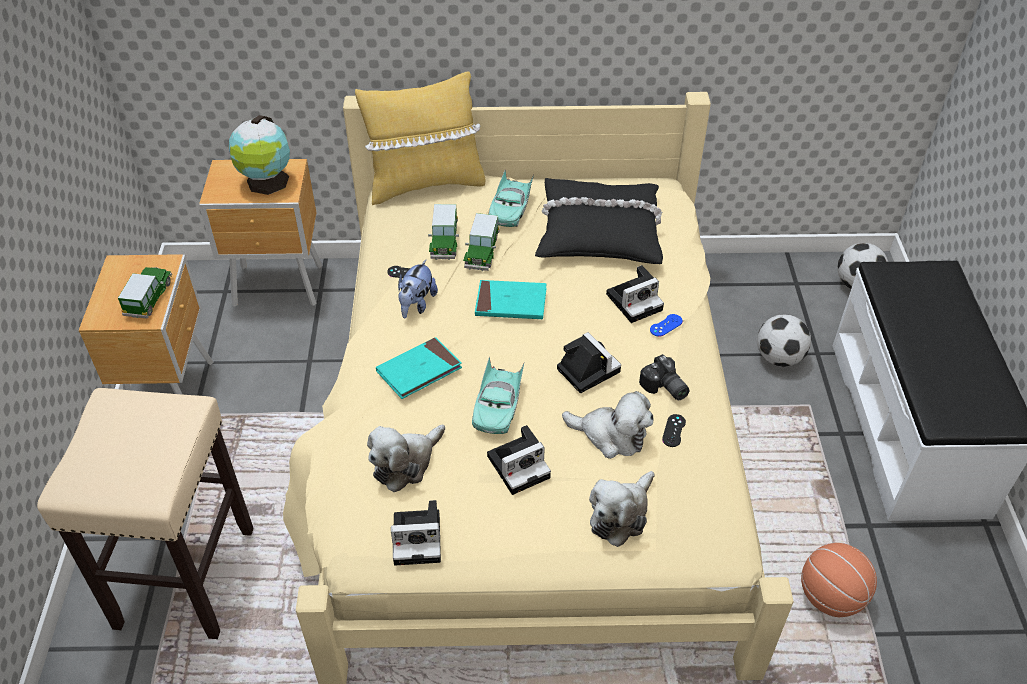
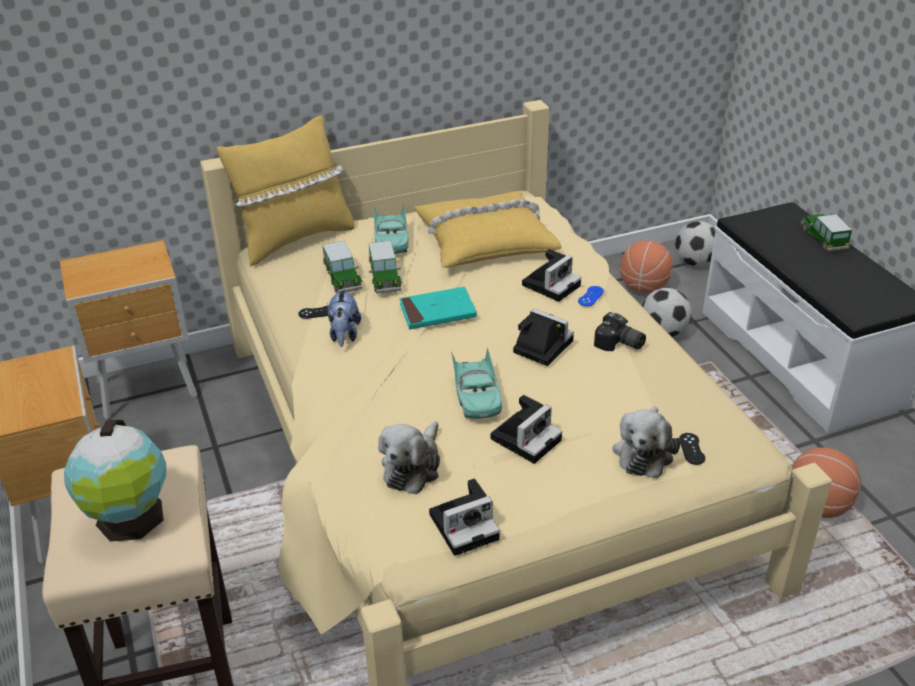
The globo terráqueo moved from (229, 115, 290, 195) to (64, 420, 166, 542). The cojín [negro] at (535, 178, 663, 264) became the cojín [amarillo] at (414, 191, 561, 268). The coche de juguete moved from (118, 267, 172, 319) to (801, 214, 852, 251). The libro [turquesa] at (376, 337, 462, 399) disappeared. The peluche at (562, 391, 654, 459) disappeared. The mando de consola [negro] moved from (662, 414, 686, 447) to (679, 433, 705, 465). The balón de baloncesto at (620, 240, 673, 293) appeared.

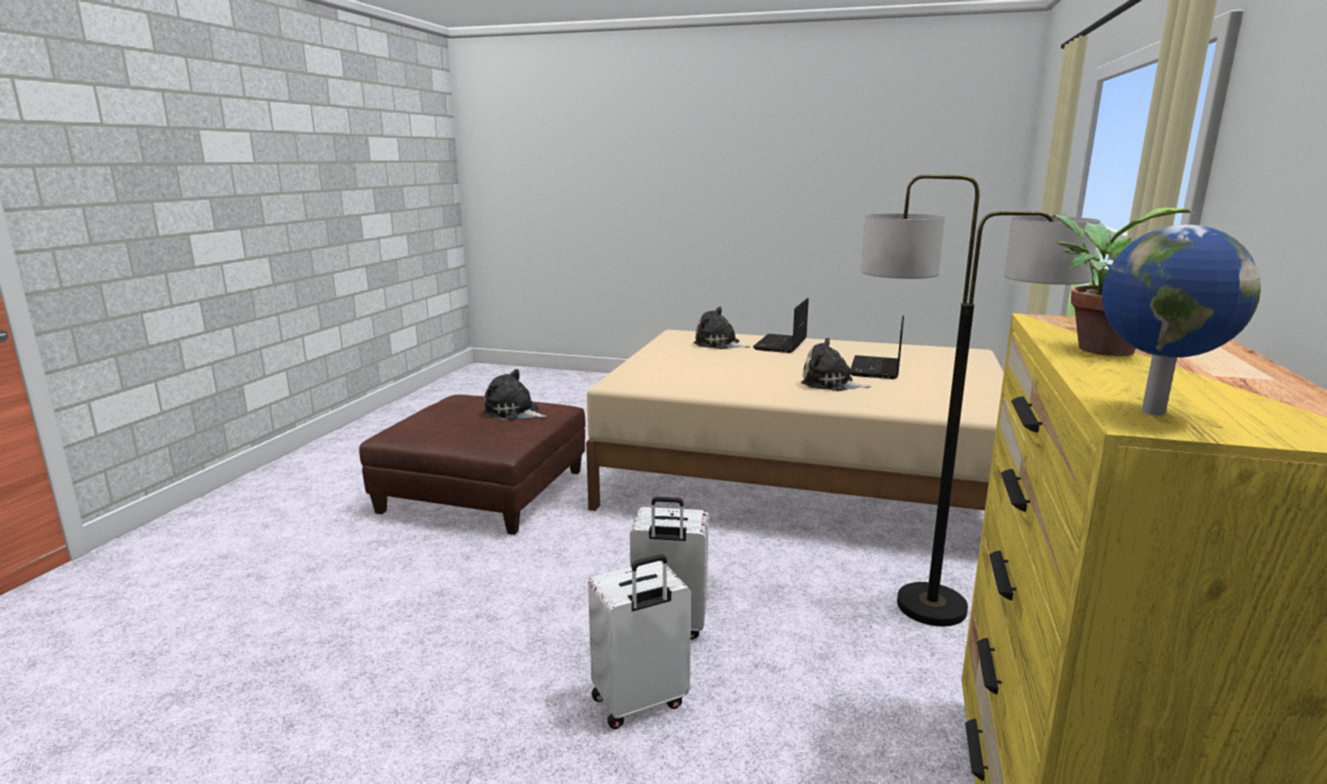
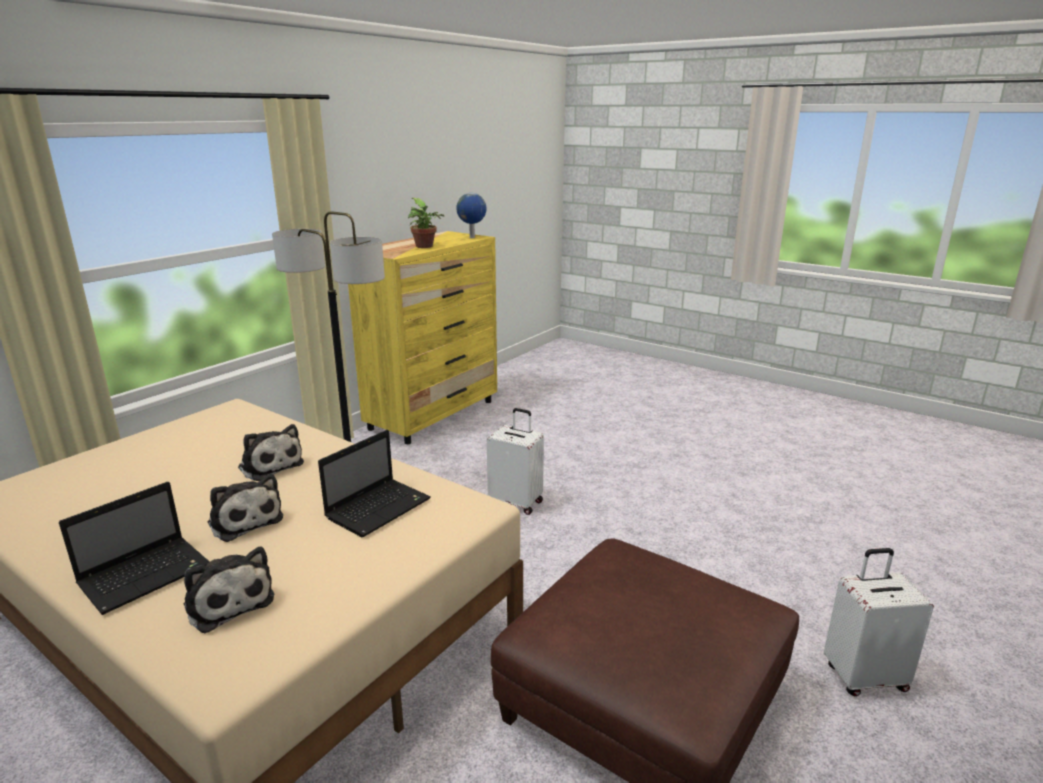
The portátil moved from (850, 315, 904, 379) to (318, 430, 431, 537). The peluche moved from (483, 369, 546, 420) to (208, 474, 283, 542). The maleta [blanco] moved from (588, 554, 691, 729) to (824, 548, 934, 696).

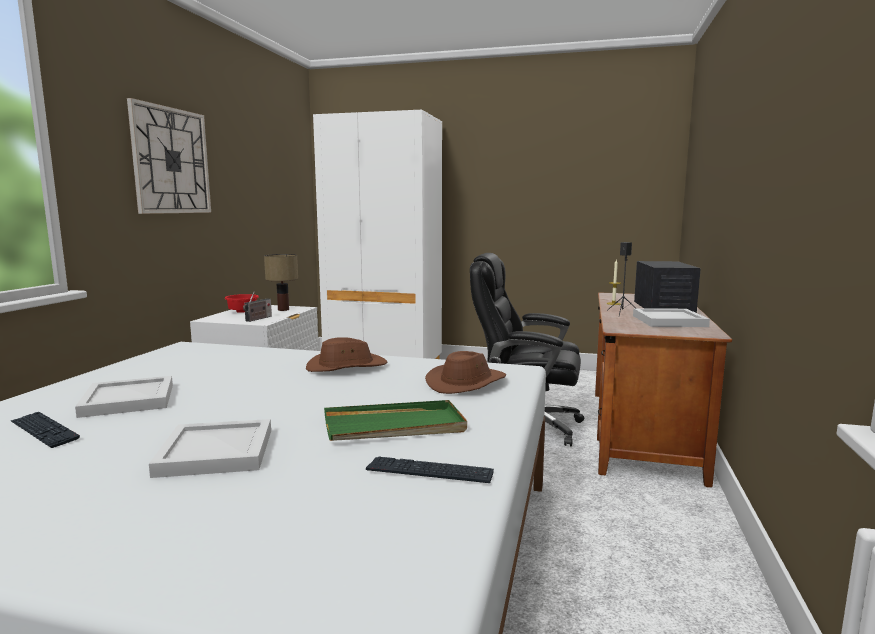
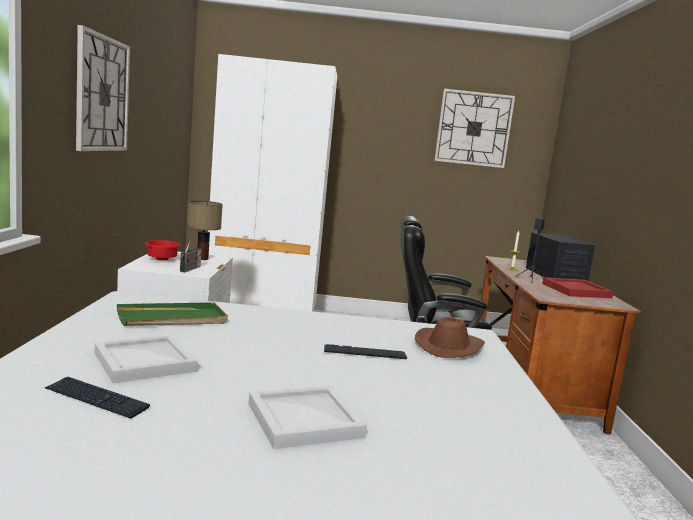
The bandeja [blanco] at (633, 308, 710, 327) became the bandeja [rojo] at (542, 277, 614, 298). The sombrero [marrón] at (306, 337, 387, 372) disappeared. The bandeja [verde] moved from (324, 400, 467, 441) to (117, 302, 228, 326). The teclado moved from (366, 456, 494, 483) to (324, 344, 407, 359). The reloj de pared at (434, 89, 515, 168) appeared.

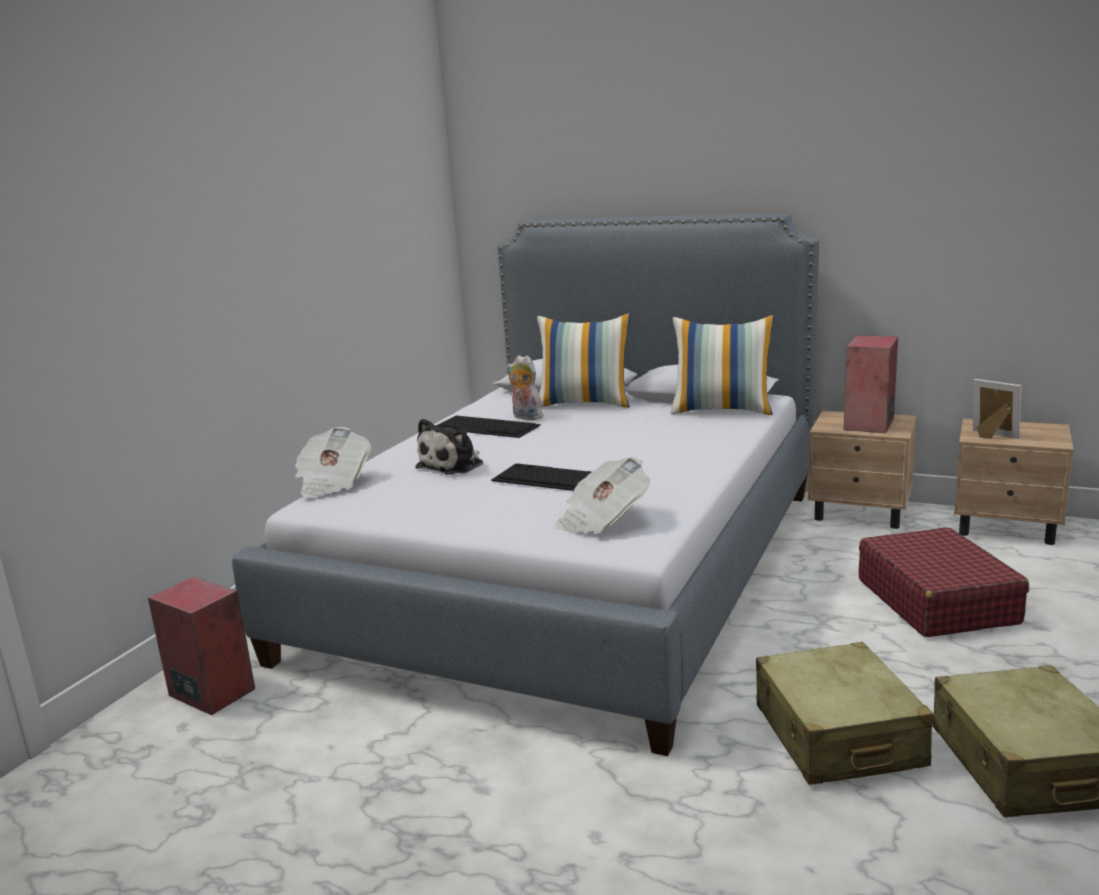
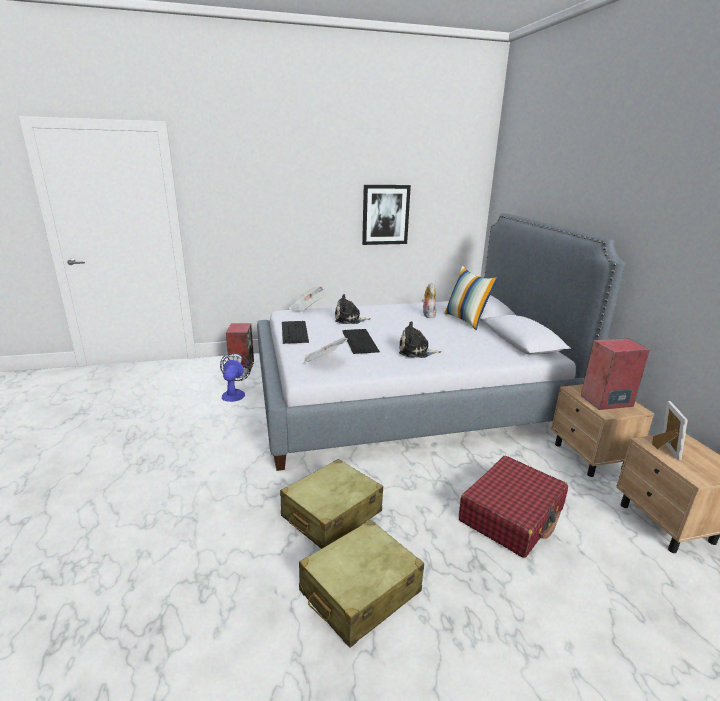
The cojín at (671, 315, 775, 415) disappeared. The teclado moved from (437, 415, 541, 438) to (282, 321, 309, 344). The cuadro at (362, 185, 411, 245) appeared. The peluche at (399, 321, 441, 358) appeared. The ventilador at (220, 353, 251, 402) appeared.

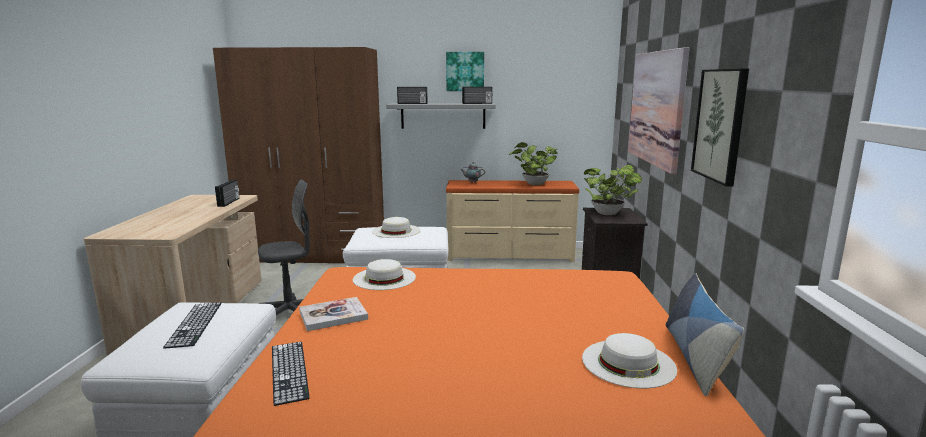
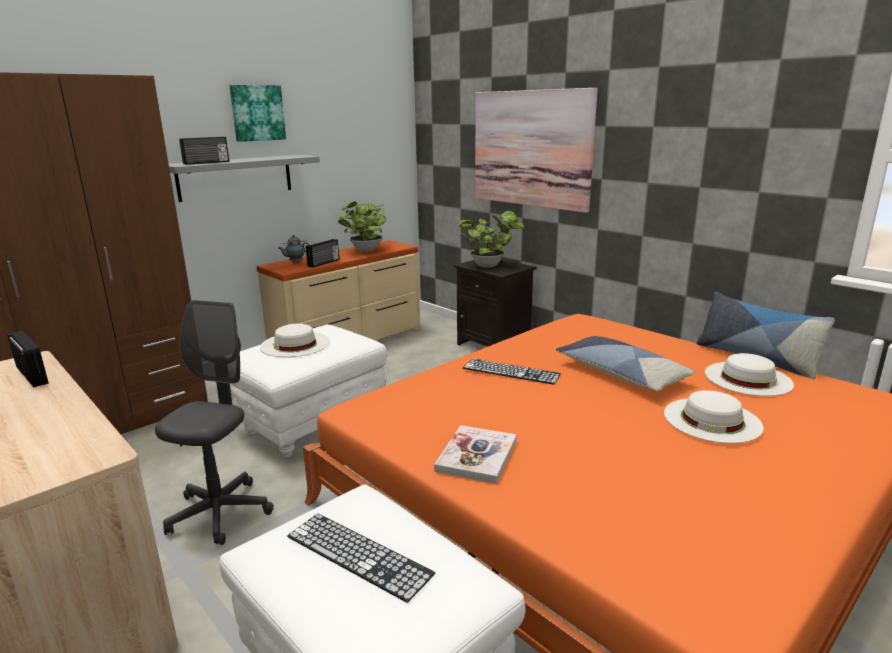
The cuadro at (691, 69, 749, 187) disappeared. The radio moved from (462, 87, 492, 104) to (306, 239, 339, 268). The sombrero [blanco] moved from (353, 259, 416, 290) to (664, 390, 764, 443). The teclado moved from (272, 342, 309, 406) to (463, 359, 561, 385). The cojín at (556, 336, 696, 391) appeared.

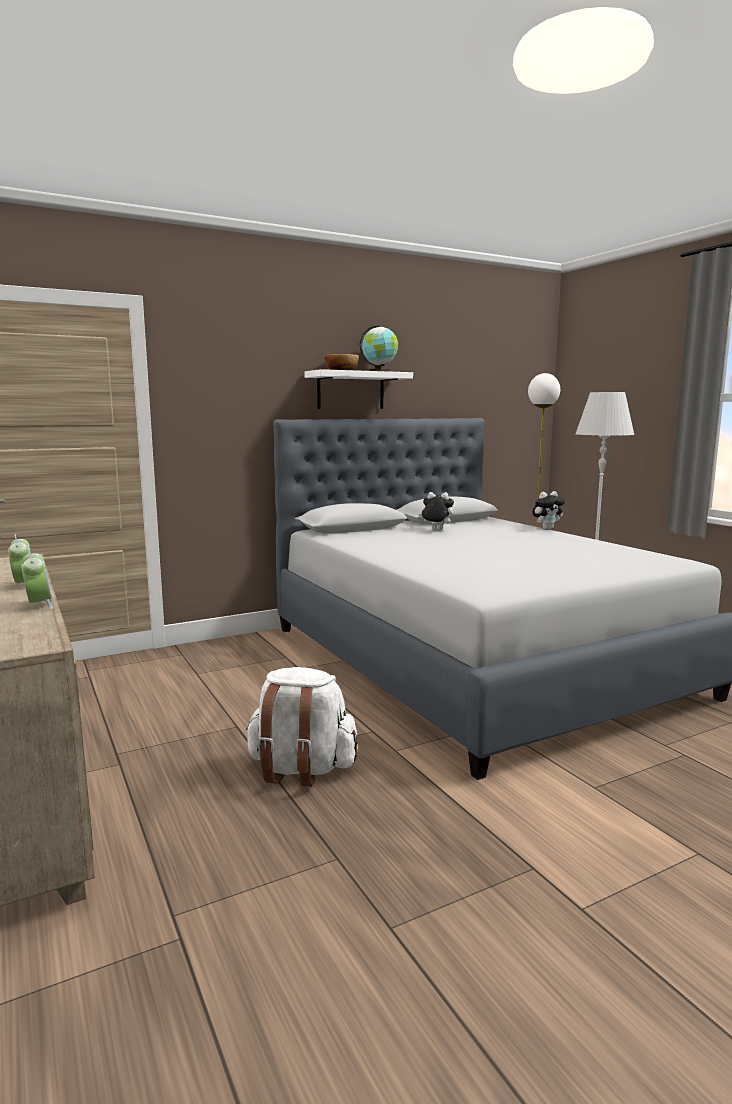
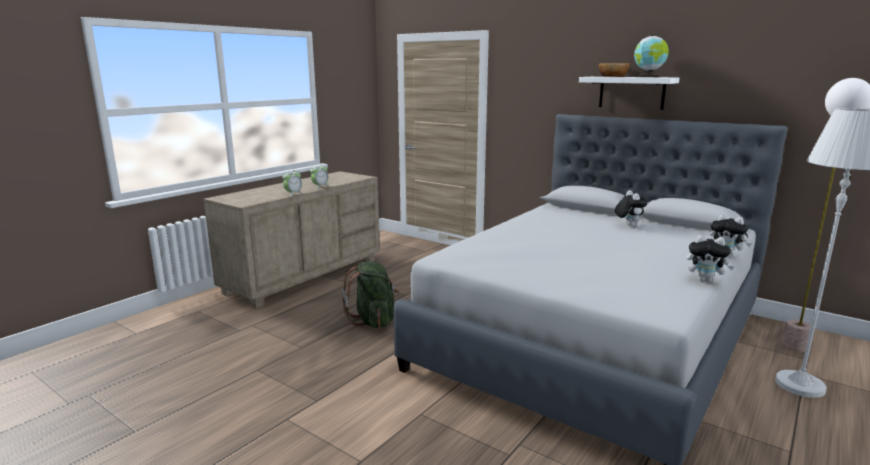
The mochila [blanco] at (246, 667, 358, 787) became the mochila [verde] at (342, 261, 399, 328). The peluche at (687, 235, 735, 282) appeared.

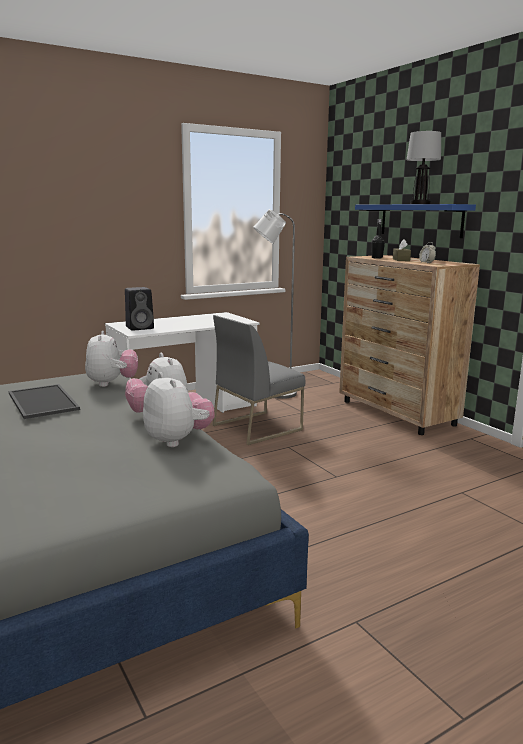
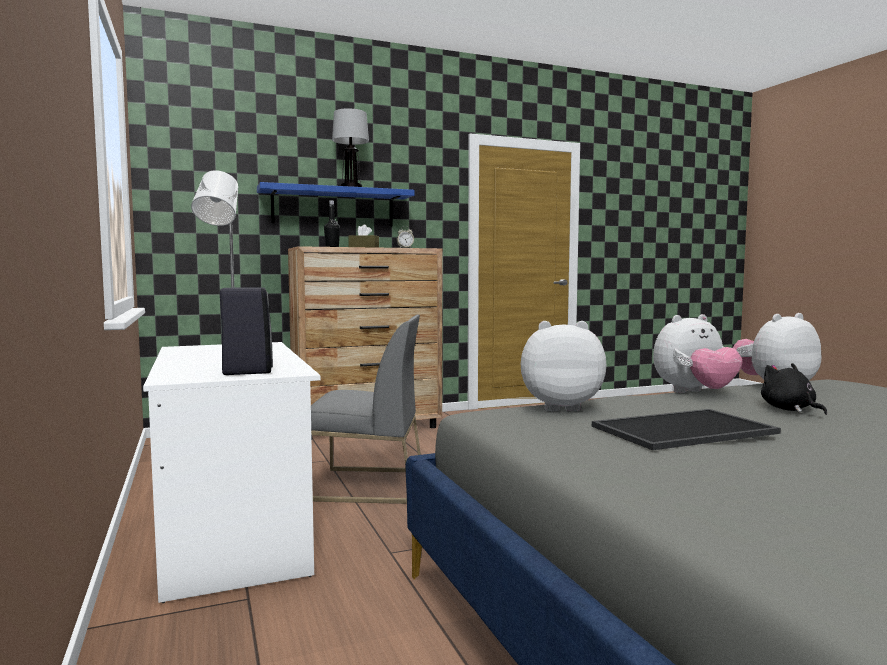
The silla [gris] at (213, 315, 305, 445) turned 60 degrees counterclockwise. The peluche [negro] at (761, 363, 827, 415) appeared.

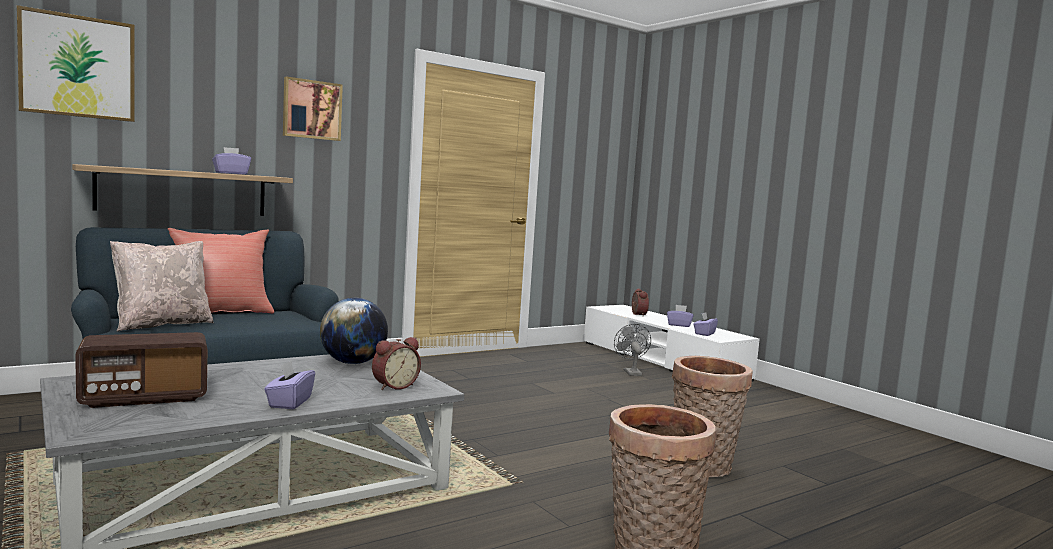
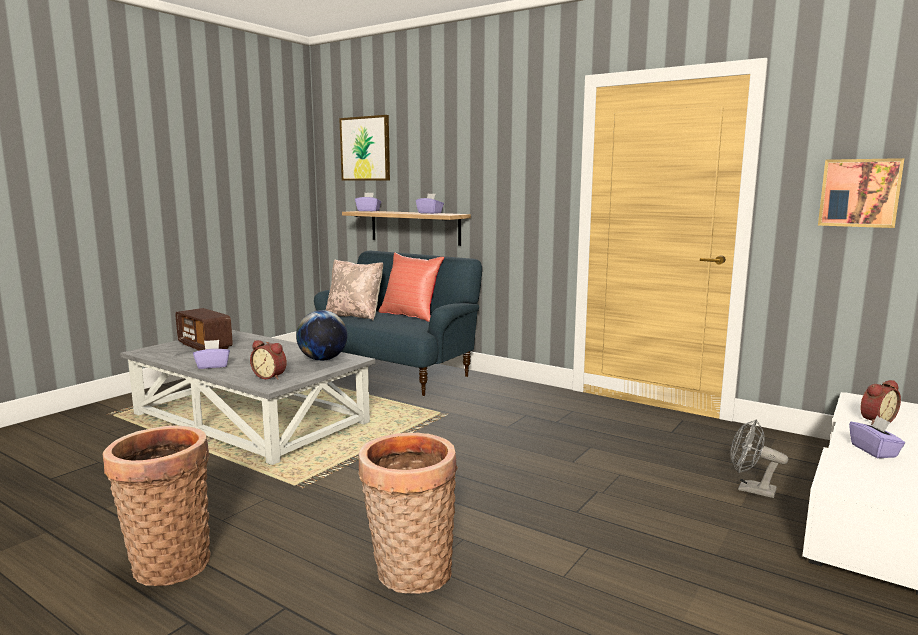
The cuadro moved from (283, 76, 343, 141) to (818, 158, 904, 228). The caja de pañuelos [morado] moved from (694, 312, 718, 336) to (355, 193, 381, 211). The ventilador [gris] at (614, 324, 651, 376) turned 120 degrees counterclockwise.

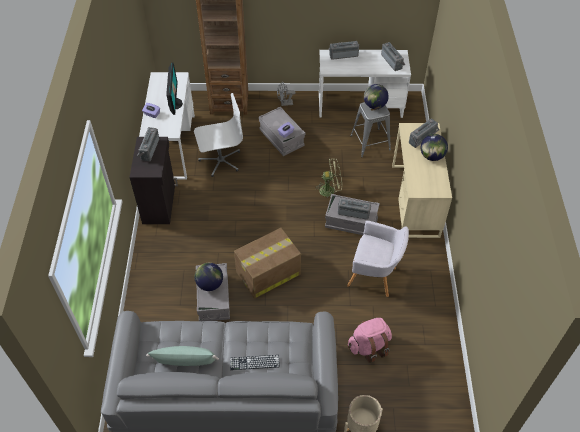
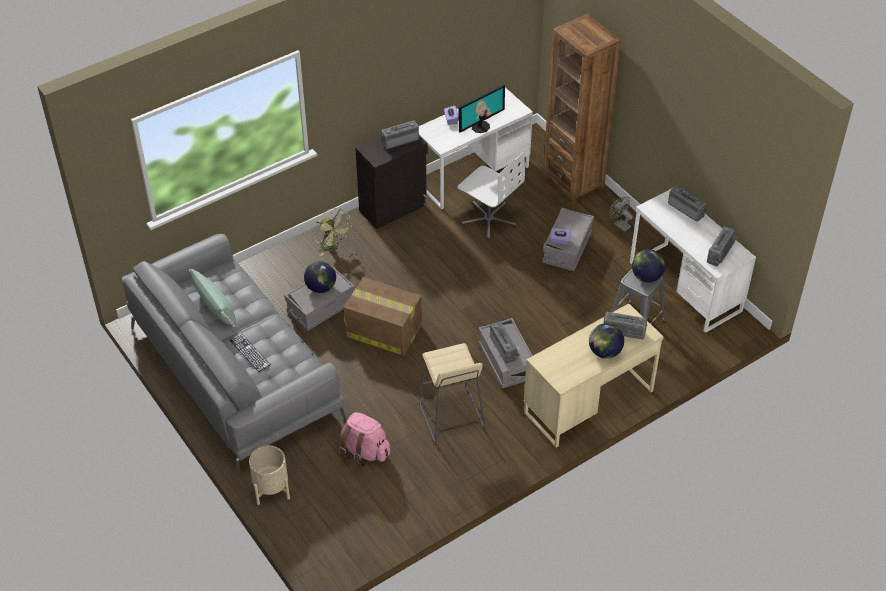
The ventilador [verde] moved from (314, 158, 342, 198) to (314, 208, 350, 256). The sillón [gris] at (347, 220, 409, 297) was replaced by the taburete [beis] at (419, 343, 486, 443).

